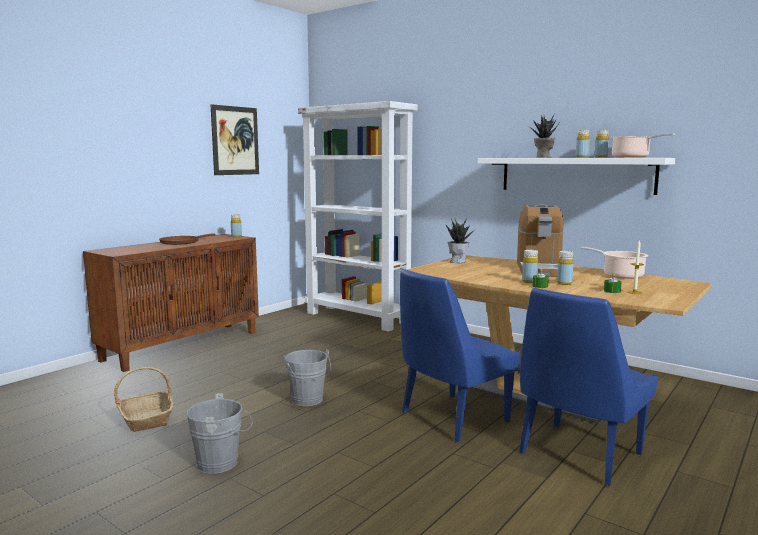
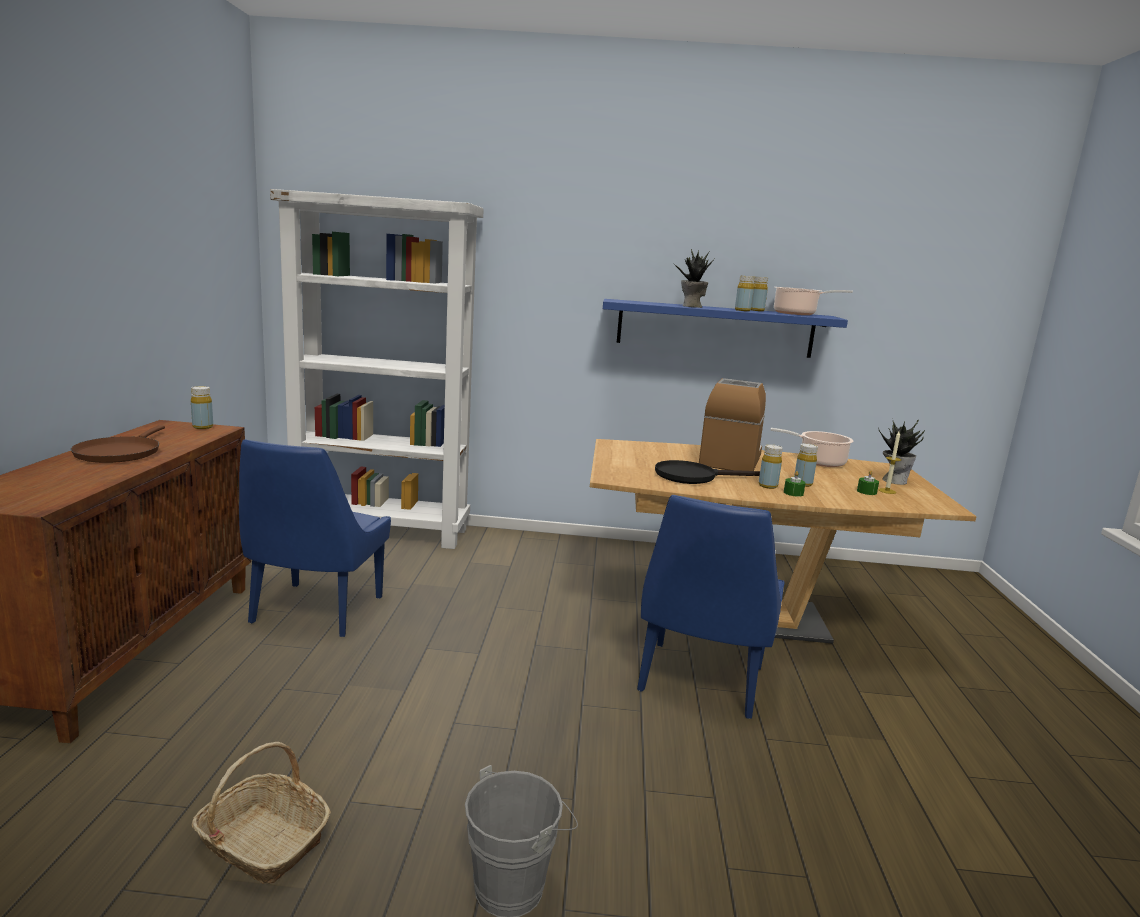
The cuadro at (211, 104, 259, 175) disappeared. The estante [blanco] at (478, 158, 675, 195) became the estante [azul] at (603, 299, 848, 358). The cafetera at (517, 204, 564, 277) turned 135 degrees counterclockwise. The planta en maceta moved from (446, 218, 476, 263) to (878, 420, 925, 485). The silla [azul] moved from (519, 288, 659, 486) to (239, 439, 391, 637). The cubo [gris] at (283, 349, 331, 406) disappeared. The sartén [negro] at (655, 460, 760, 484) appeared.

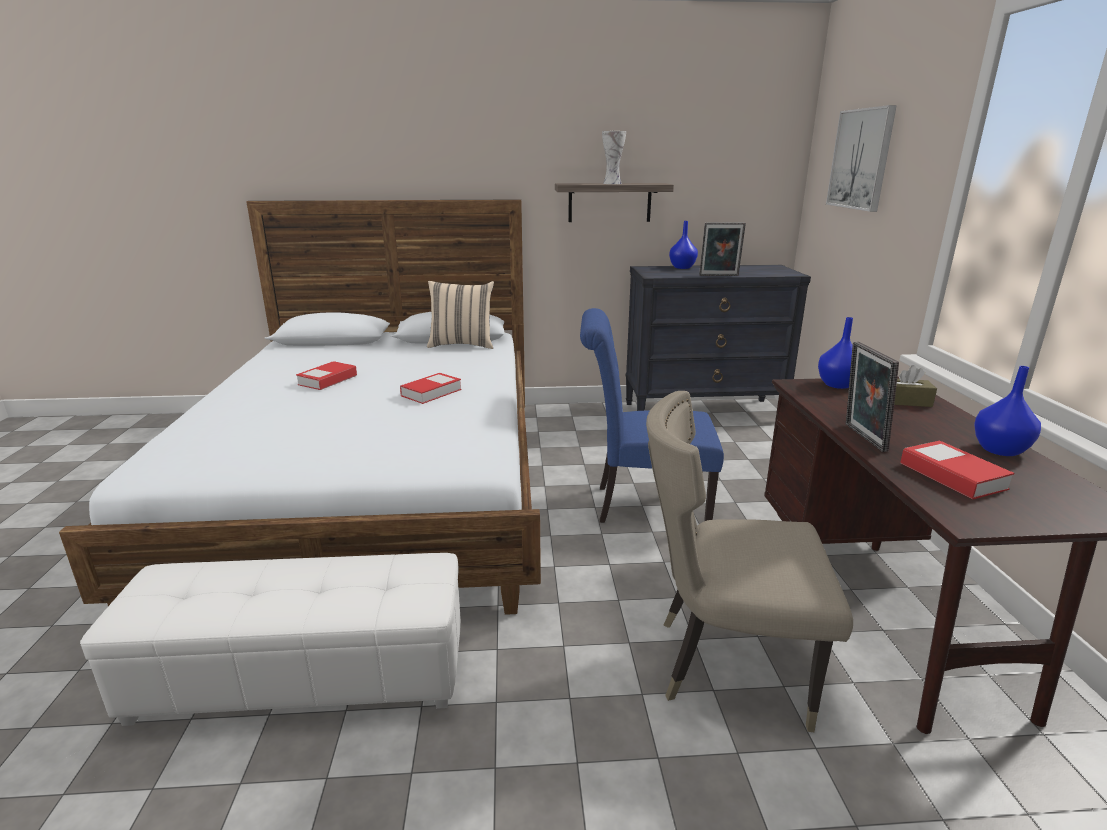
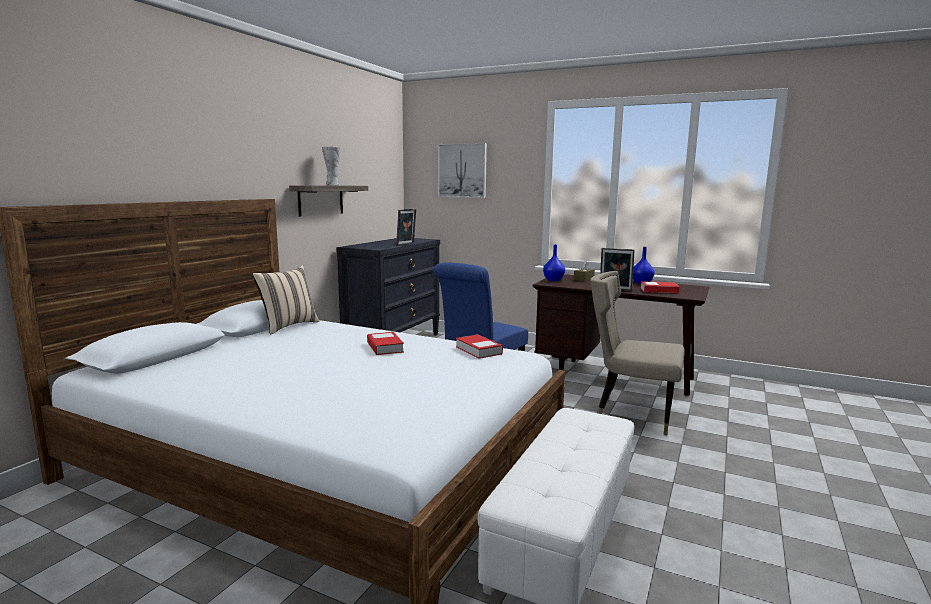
The florero [azul] at (669, 221, 698, 269) disappeared. The libro moved from (296, 361, 357, 390) to (456, 334, 503, 359). The silla [beis] at (646, 391, 853, 732) turned 75 degrees clockwise.

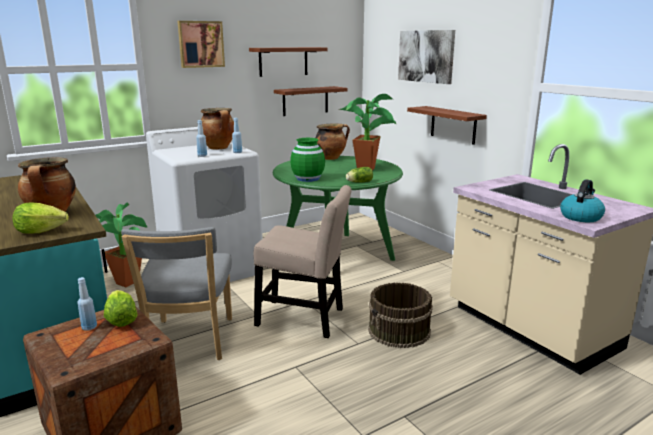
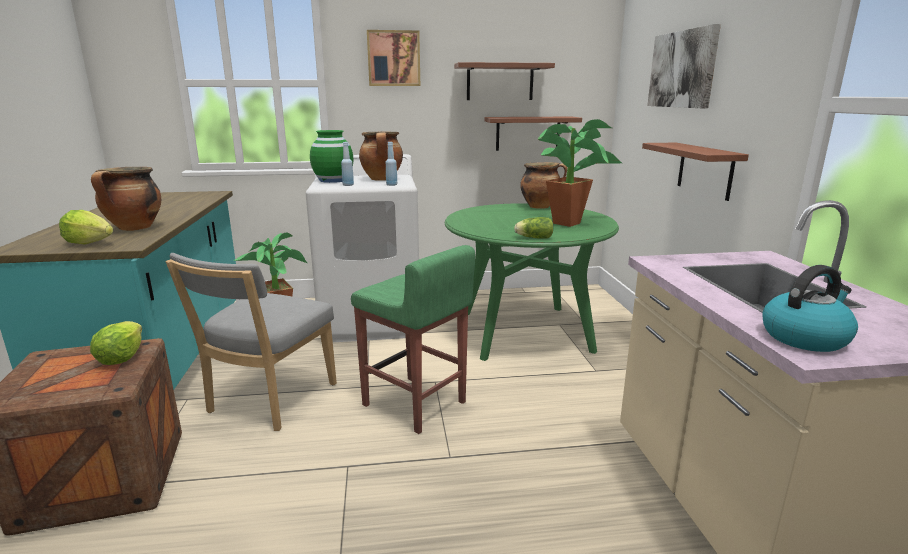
The florero [verde] moved from (290, 138, 325, 182) to (310, 130, 354, 183). The silla [beis] at (254, 185, 351, 338) was replaced by the taburete [verde] at (351, 245, 475, 434). The botella [azul] at (77, 277, 97, 331) disappeared. The cubo [marrón] at (368, 283, 433, 348) disappeared.

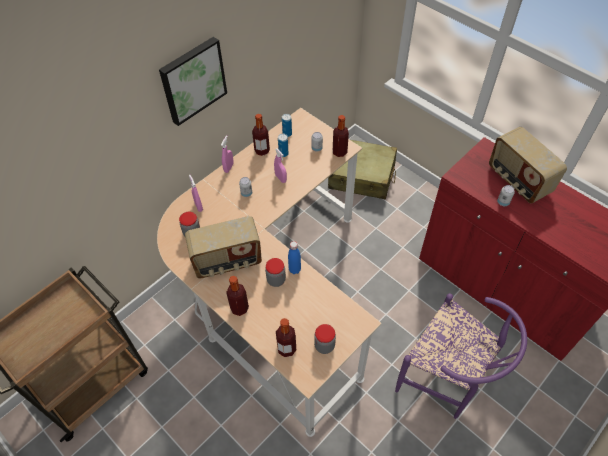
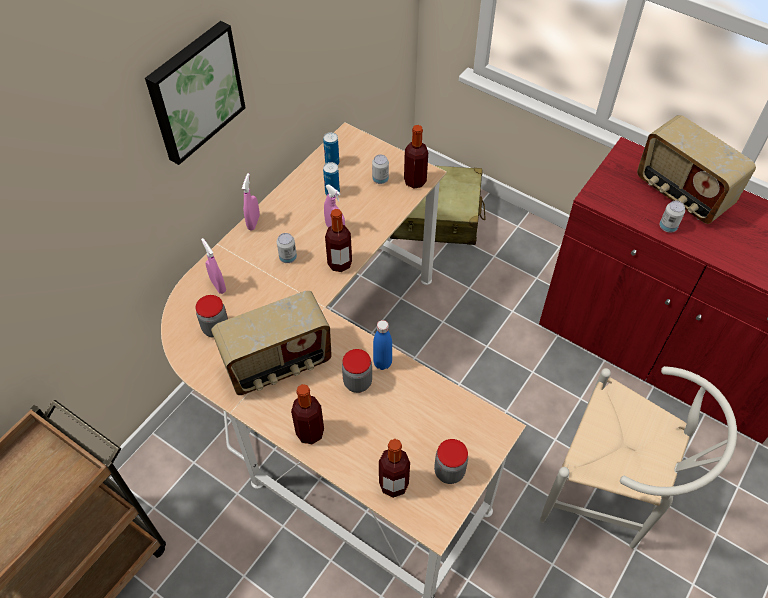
The botella moved from (252, 114, 270, 156) to (325, 209, 352, 272). The silla [morado] at (395, 293, 527, 419) became the silla [blanco] at (540, 366, 737, 549).

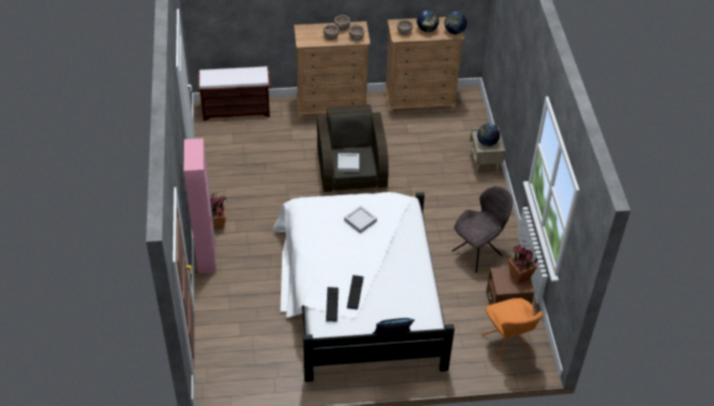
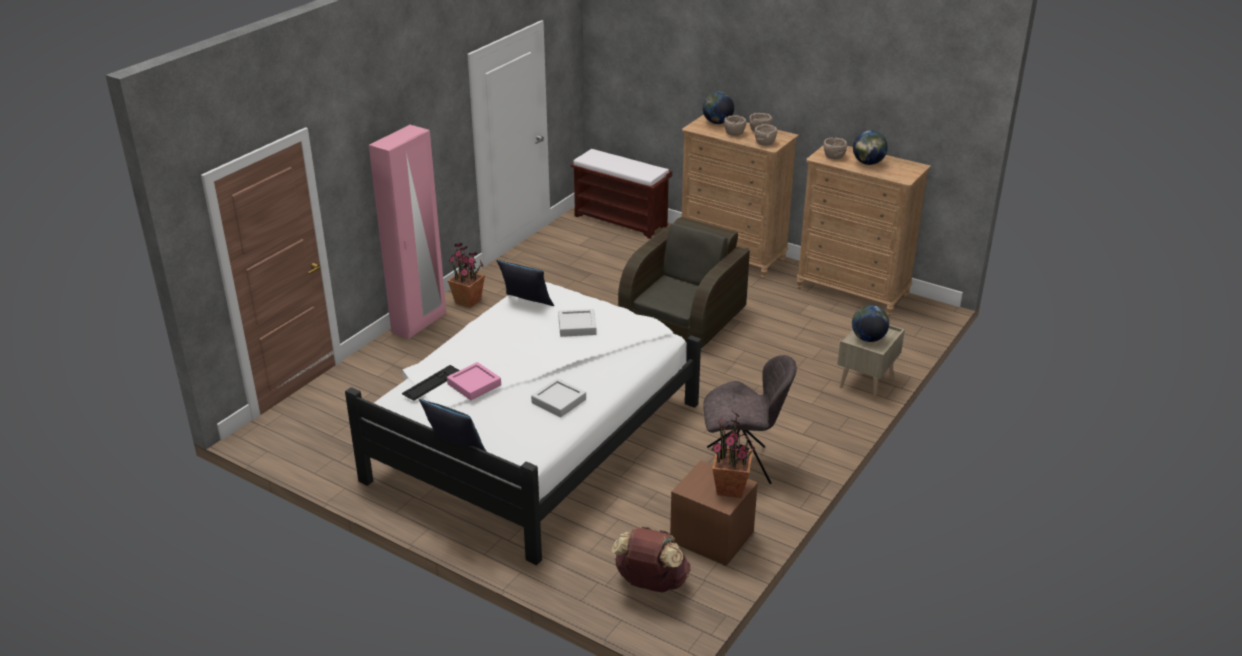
The globo terráqueo moved from (444, 12, 467, 34) to (703, 92, 734, 124). The bandeja [gris] moved from (338, 153, 359, 172) to (531, 378, 586, 417). The teclado at (347, 275, 364, 310) was replaced by the bandeja [rosa] at (447, 362, 501, 400). The silla [naranja] at (481, 298, 543, 365) was replaced by the mochila [marrón] at (612, 526, 691, 593). The cojín [azul] at (496, 260, 554, 306) appeared.

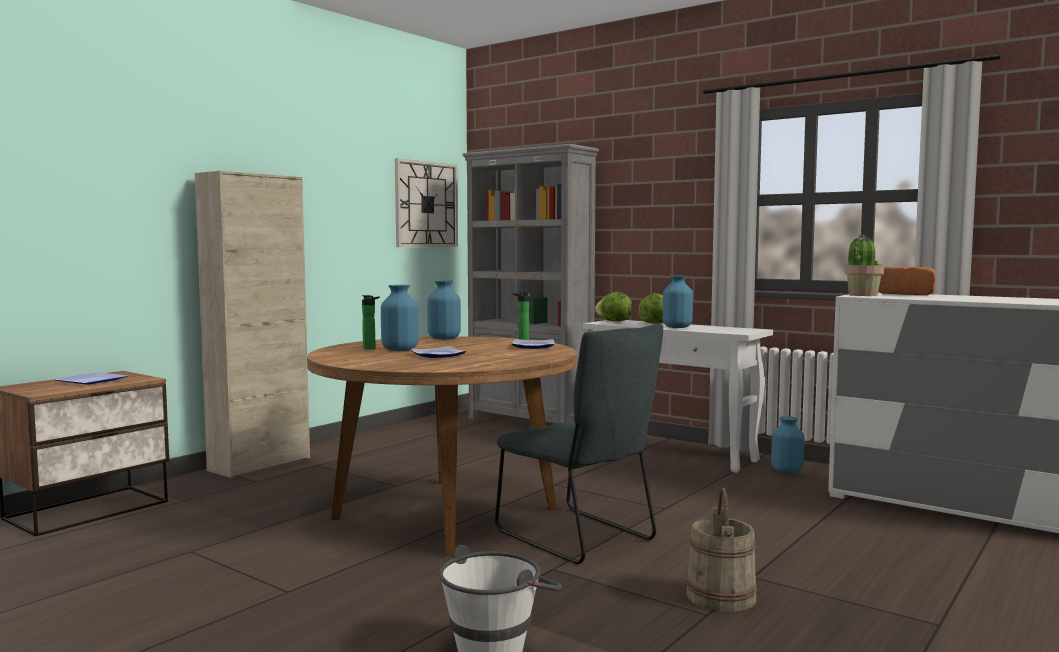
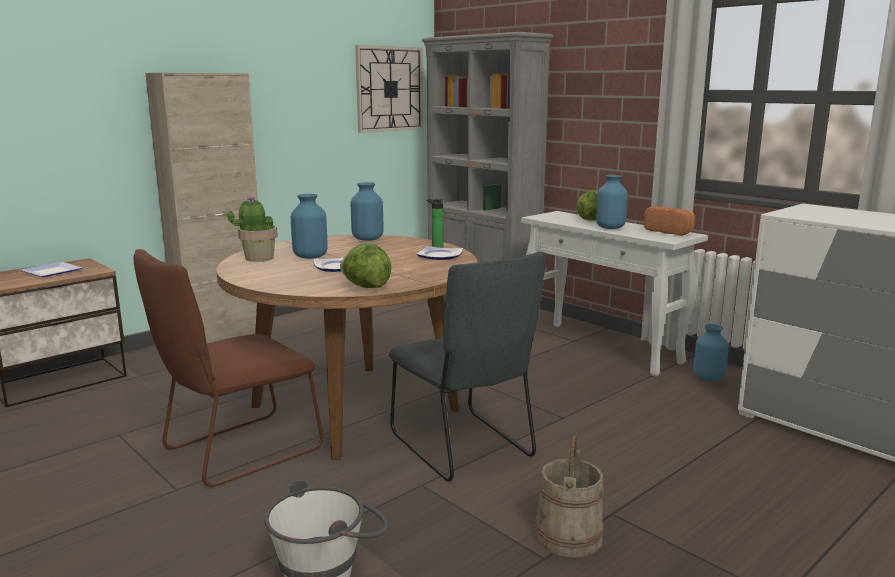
The planta en maceta moved from (844, 234, 884, 296) to (228, 196, 278, 262). The pan moved from (878, 267, 936, 295) to (644, 206, 695, 236). The lechuga moved from (595, 292, 632, 322) to (340, 243, 391, 288). The botella at (362, 295, 380, 349) disappeared. The silla [marrón] at (133, 249, 324, 487) appeared.

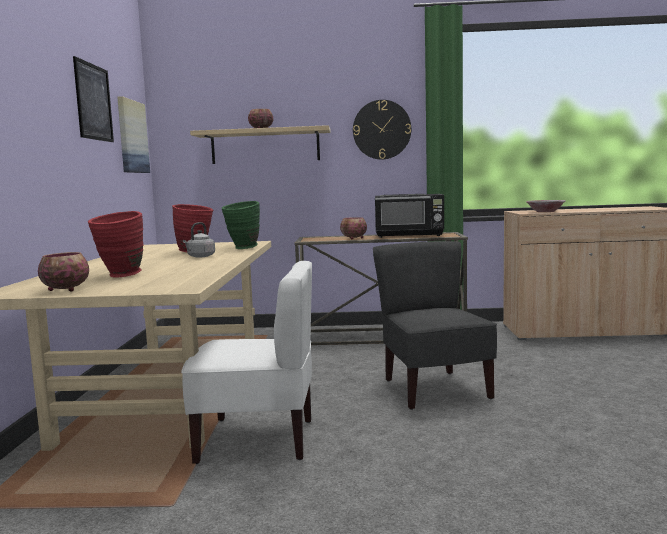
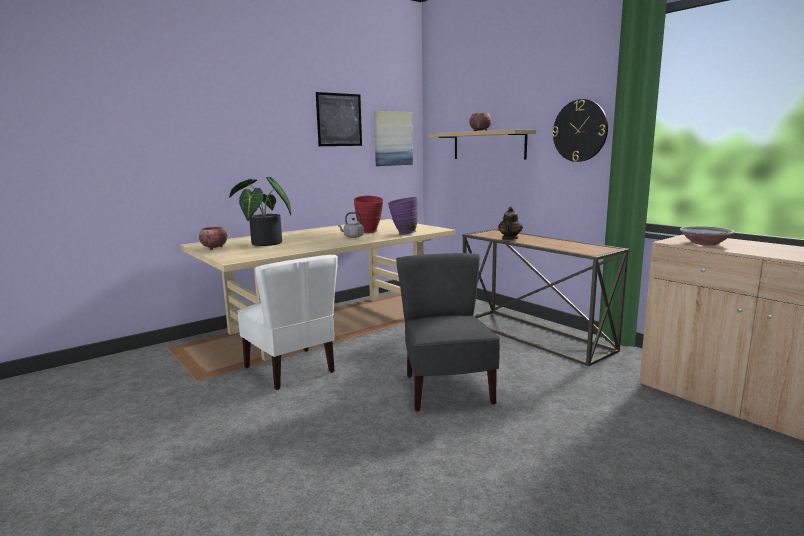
The microondas [negro] at (375, 194, 444, 238) disappeared. The florero [verde] at (222, 201, 260, 249) became the florero [morado] at (388, 197, 418, 235). The florero [rojo] at (88, 211, 143, 278) was replaced by the planta en maceta at (229, 177, 291, 246). The cuenco at (340, 217, 367, 239) was replaced by the tetera at (498, 207, 523, 240). The silla [gris] at (373, 241, 497, 410) turned 45 degrees counterclockwise.

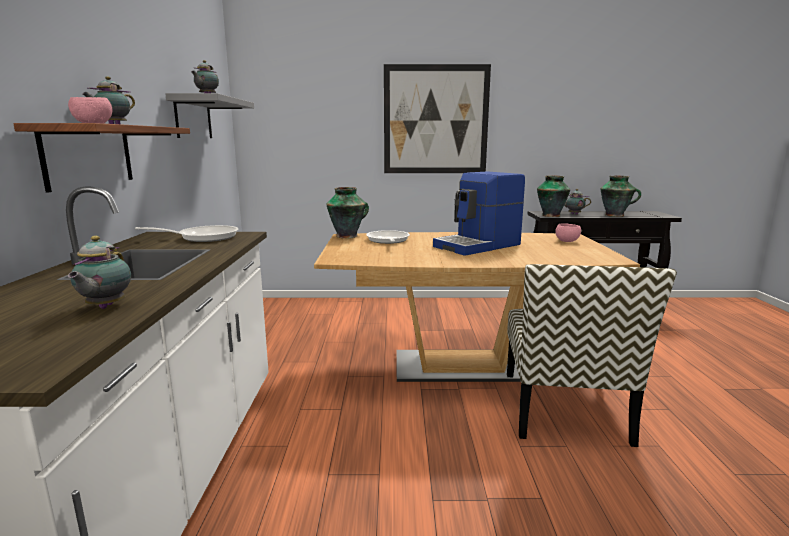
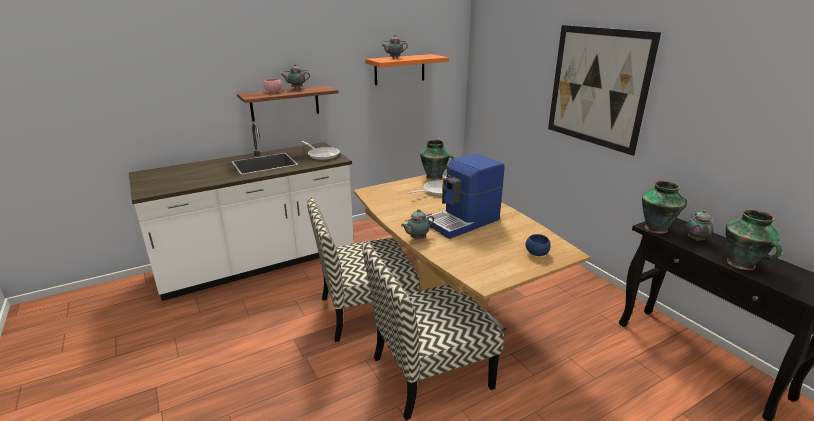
The estante [gris] at (165, 93, 254, 138) became the estante [naranja] at (365, 54, 449, 85). The cafetera at (433, 171, 525, 256) turned 60 degrees counterclockwise. The cuenco [rosa] at (555, 223, 581, 242) became the cuenco [azul] at (526, 234, 551, 256). The tetera moved from (68, 236, 131, 309) to (401, 209, 434, 240). The silla at (307, 197, 419, 342) appeared.

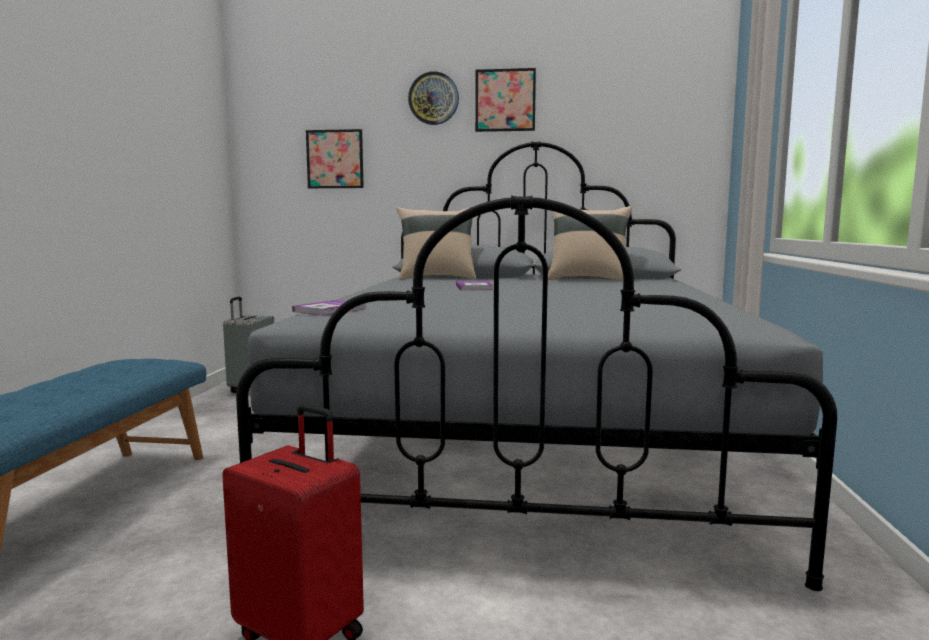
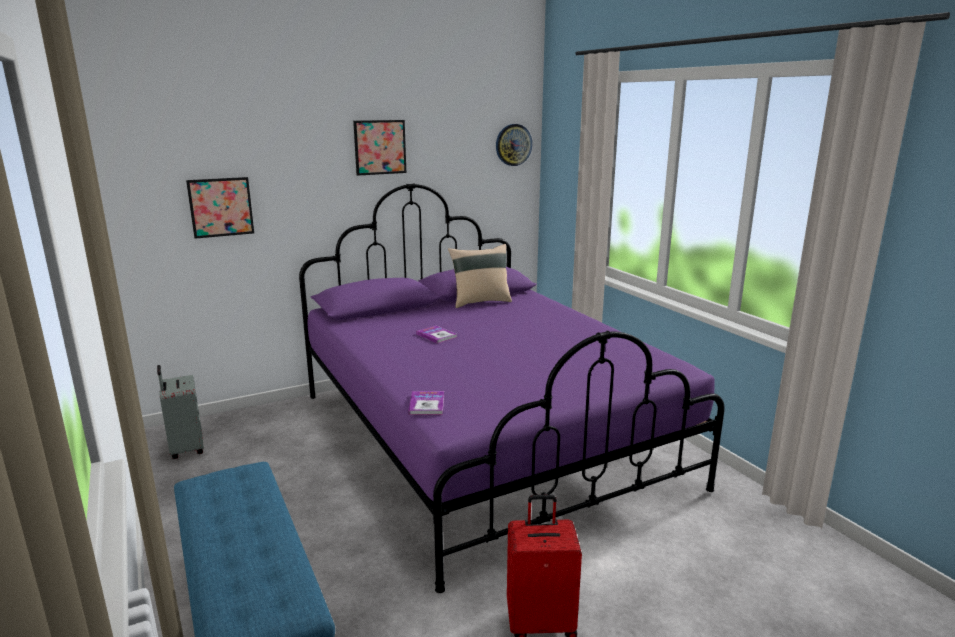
The reloj de pared moved from (408, 71, 459, 125) to (496, 124, 532, 166). The cama [gris] at (236, 141, 837, 591) became the cama [morado] at (299, 183, 725, 593). The cojín [beis] at (397, 207, 476, 280) disappeared.

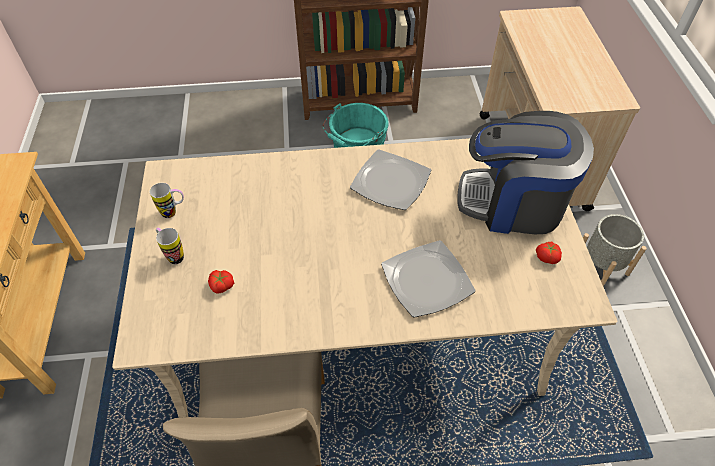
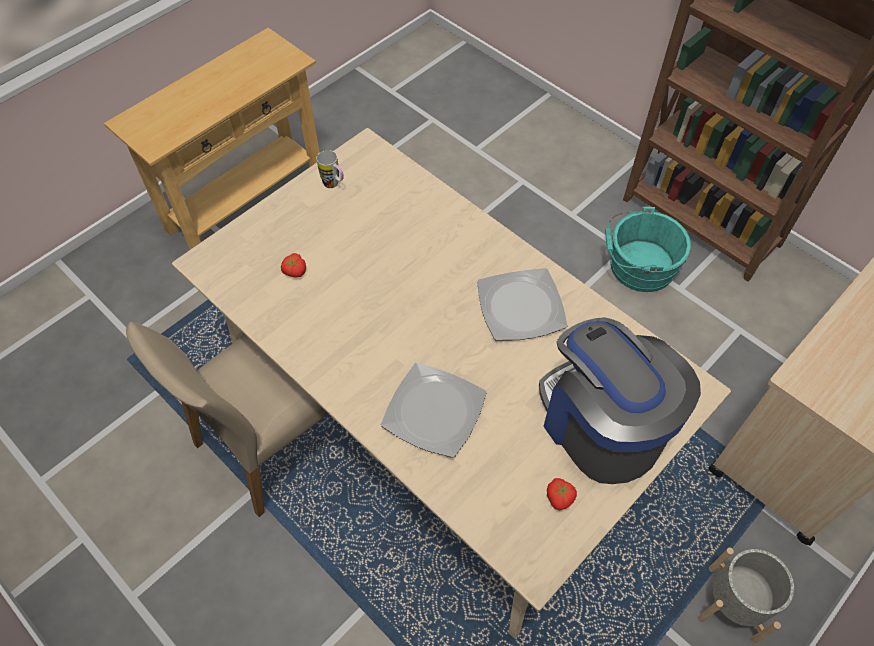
The taza grande at (156, 227, 184, 264) disappeared.

